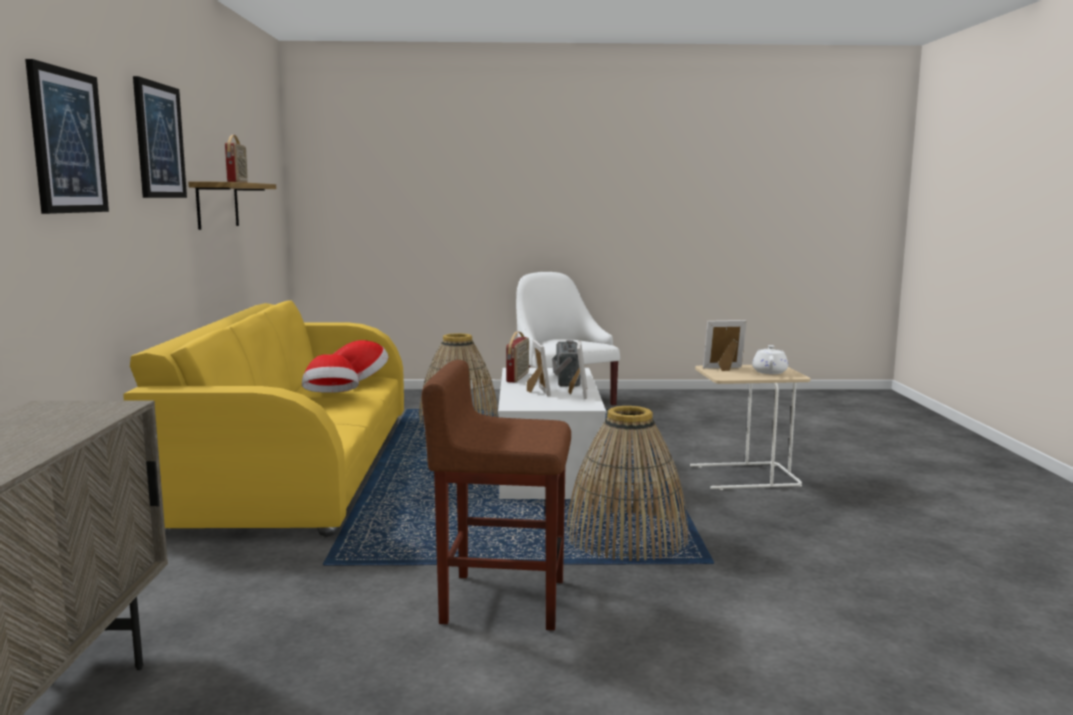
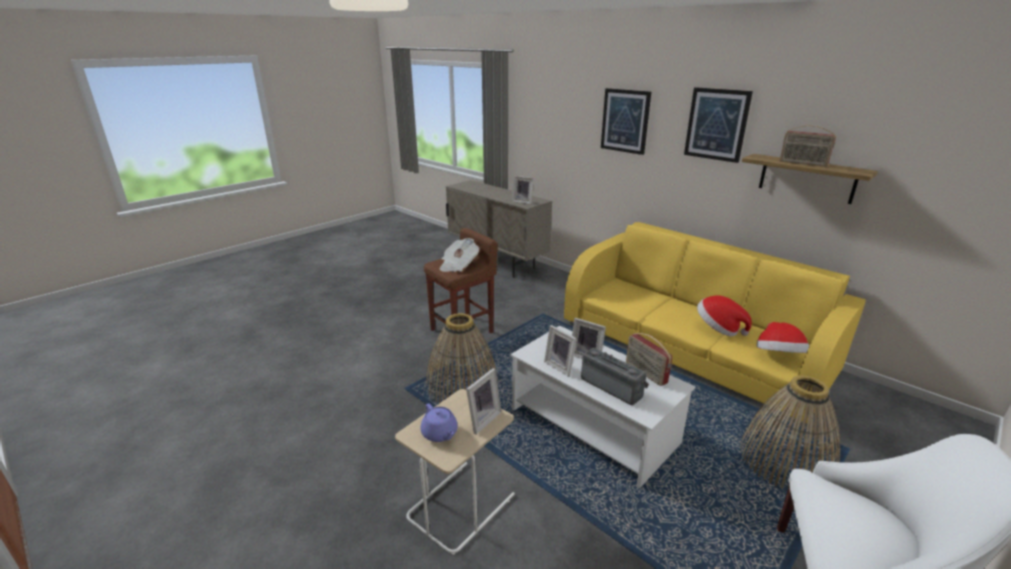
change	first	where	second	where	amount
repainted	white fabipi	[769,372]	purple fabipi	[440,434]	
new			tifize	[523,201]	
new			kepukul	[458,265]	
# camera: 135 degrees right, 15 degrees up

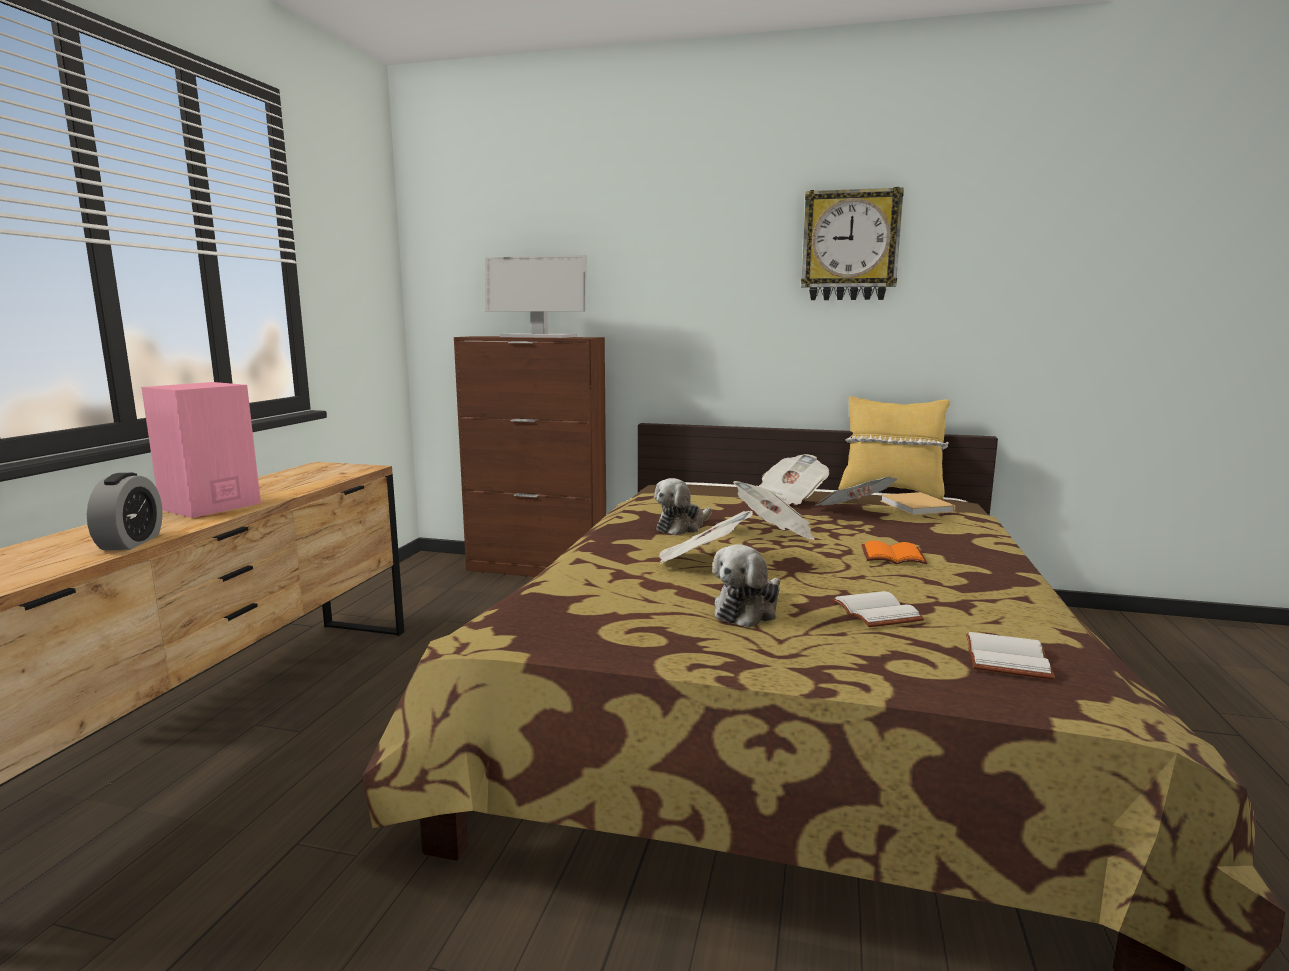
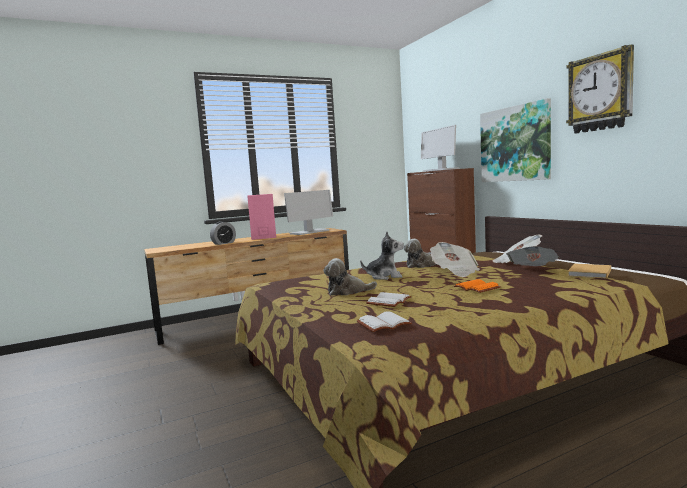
change	first	where	second	where	amount
gone	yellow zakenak	[890,491]			
swapped	kepukul	[701,562]	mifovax	[385,276]	
new			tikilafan	[515,144]	
new			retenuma	[309,232]	
# camera: 50 degrees right, 5 degrees down

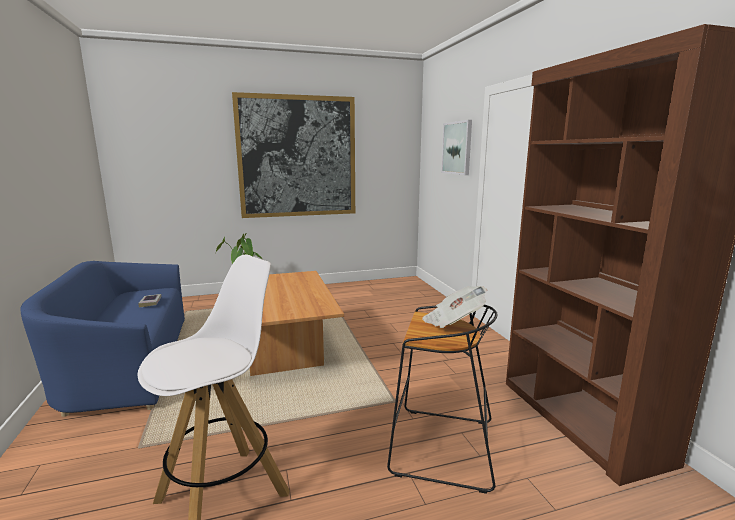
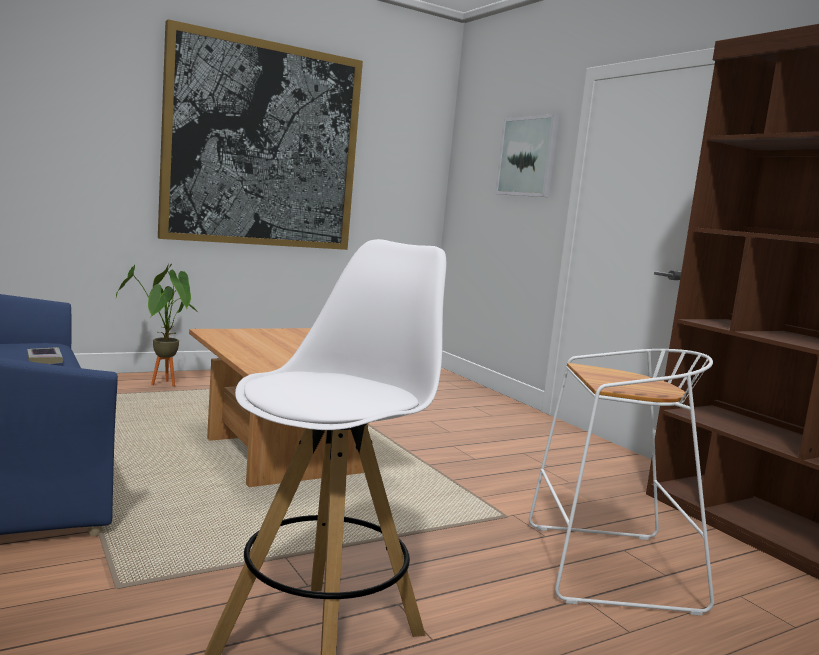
change	first	where	second	where	amount
gone	kepukul	[453,321]			
repainted	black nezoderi	[440,447]	white nezoderi	[606,568]	
# camera: 15 degrees left, 5 degrees down

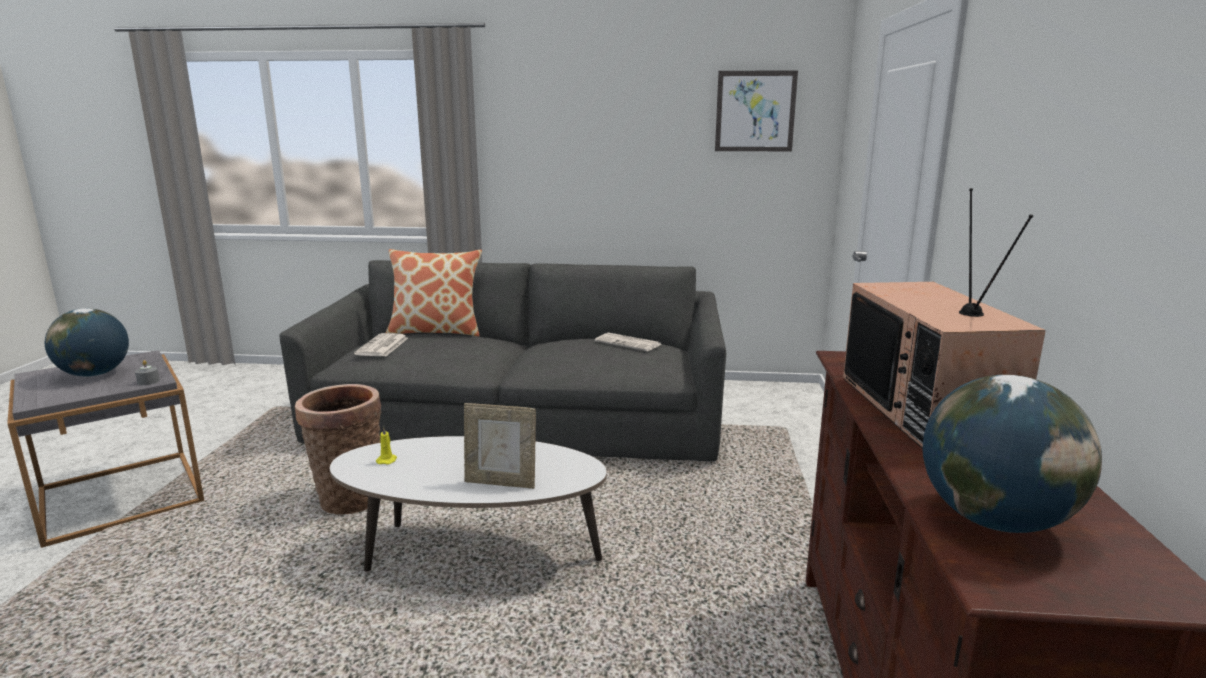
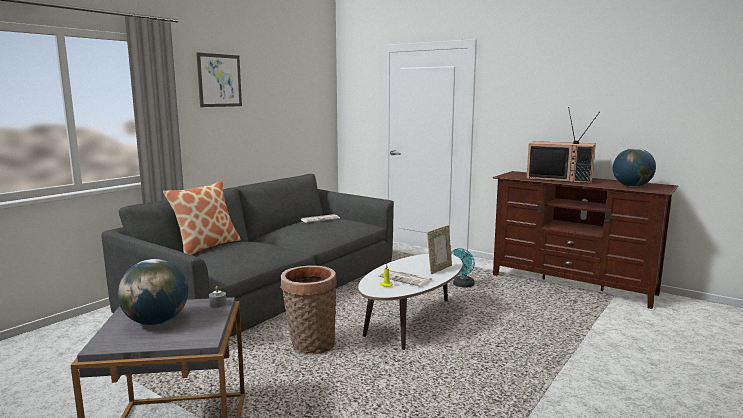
change	first	where	second	where	amount
shifted	tikilafan	[755,111]		[219,80]	
shifted	kepukul	[382,346]		[406,278]	
new			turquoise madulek	[462,285]	
# camera: 60 degrees left, 5 degrees down

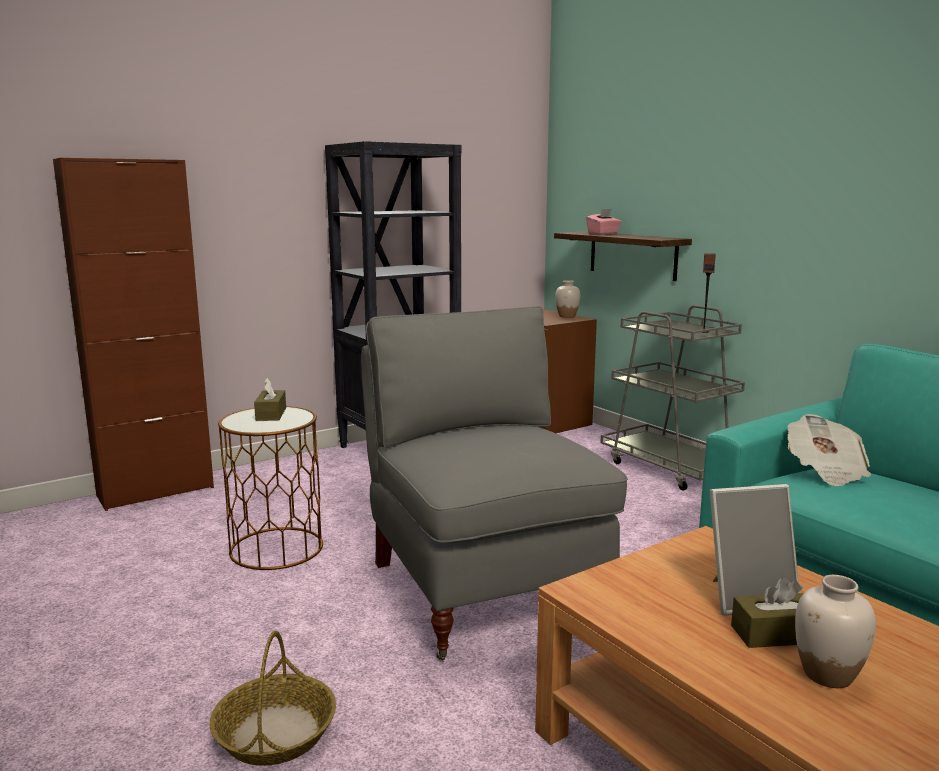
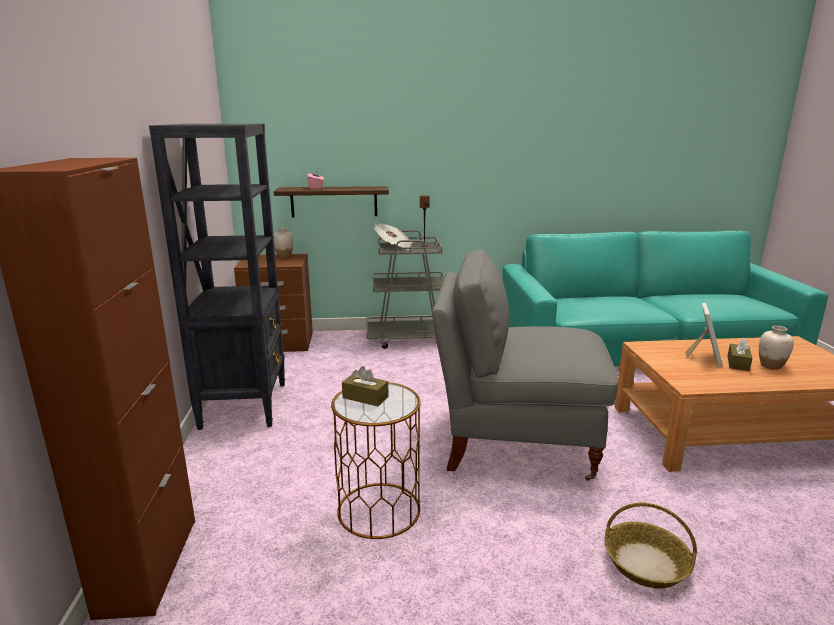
change	first	where	second	where	amount
shifted	kepukul	[825,471]		[393,246]	
# camera: 60 degrees left, 5 degrees up

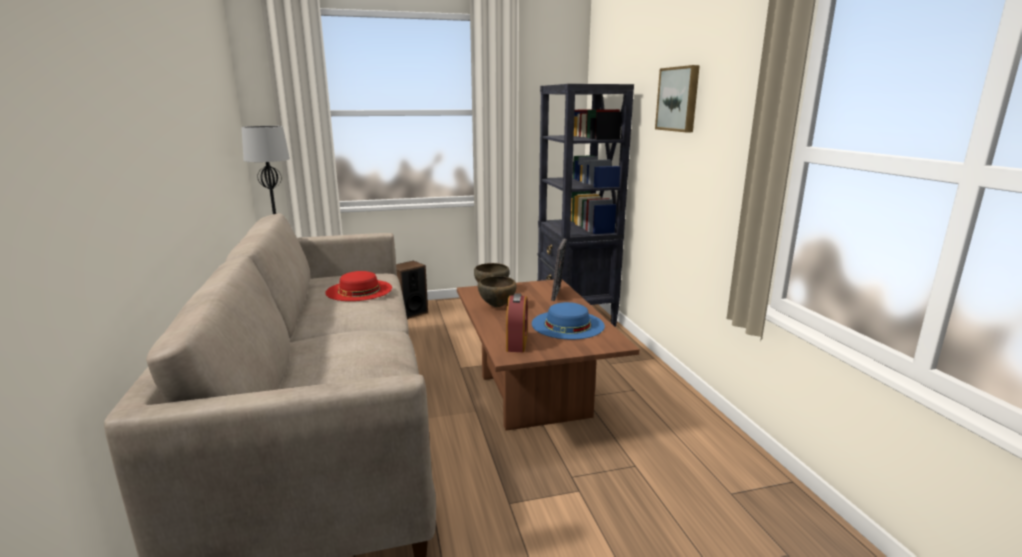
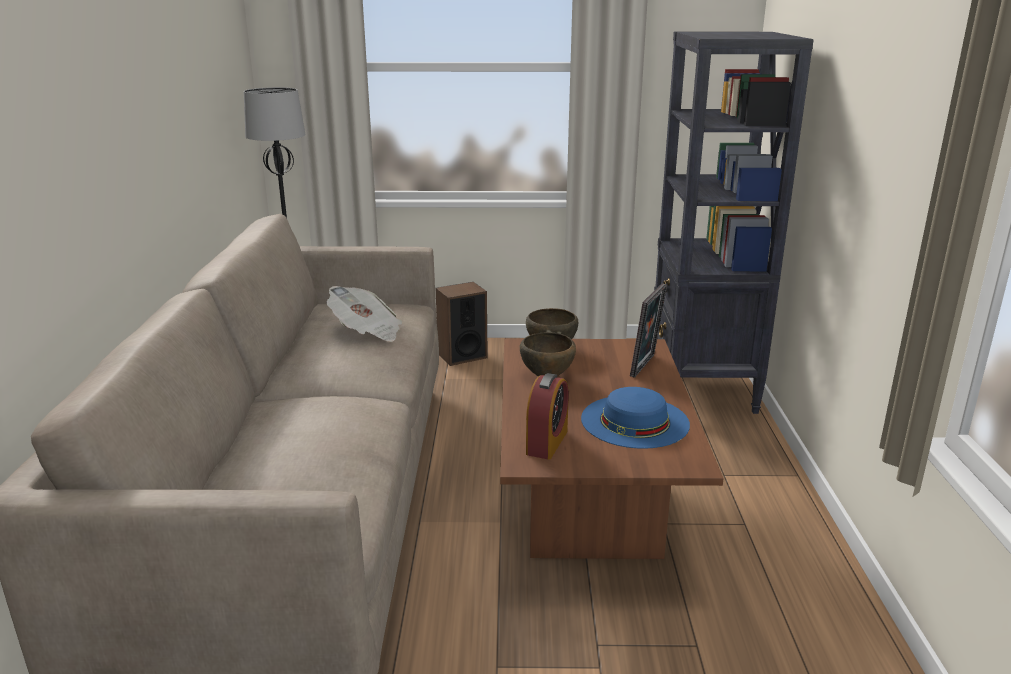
change	first	where	second	where	amount
gone	tikilafan	[679,99]			
swapped	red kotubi	[359,290]	kepukul	[367,332]	
# camera: 15 degrees right, 5 degrees up

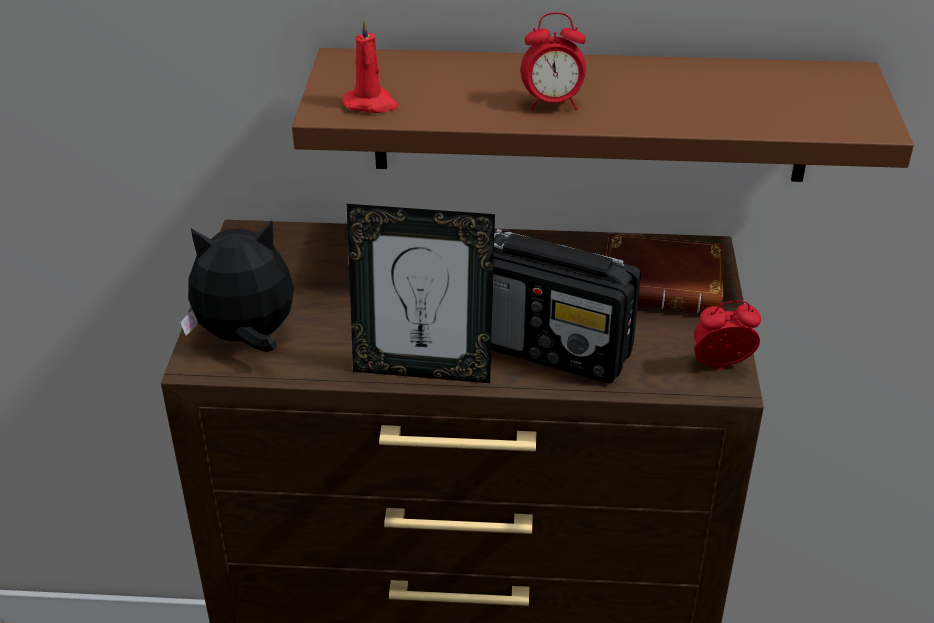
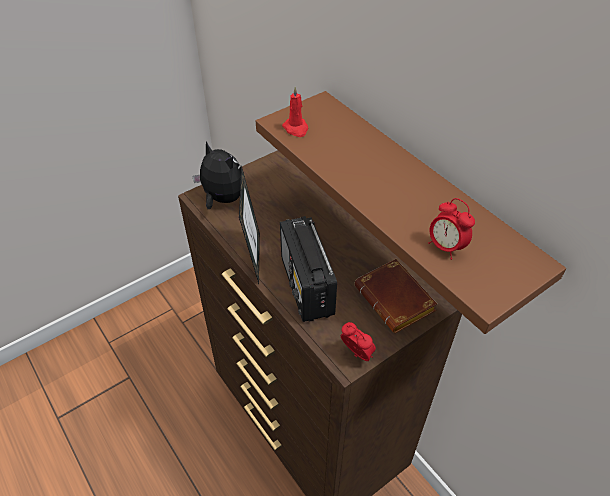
change	first	where	second	where	amount
shifted	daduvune	[552,104]		[445,247]	
rotated	tifize	[423,369]		[253,258]	150 degrees counterclockwise
# camera: 50 degrees right, 10 degrees up

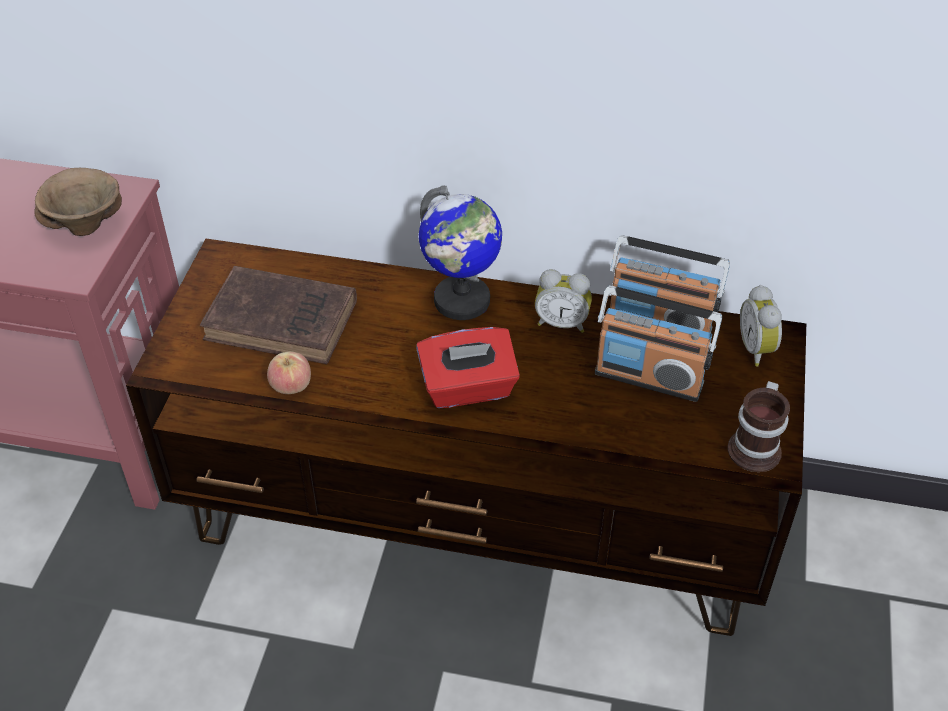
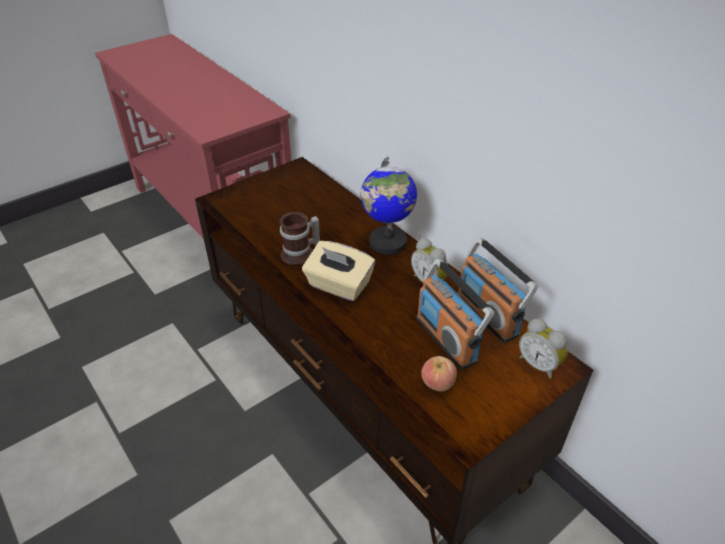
change	first	where	second	where	amount
gone	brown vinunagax	[85,227]			
gone	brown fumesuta	[285,321]			
rotated	daduvune	[758,349]		[539,364]	75 degrees counterclockwise
repainted	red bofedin	[468,388]	beige bofedin	[338,285]	
shifted	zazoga	[291,386]		[437,383]	
shifted	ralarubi	[758,447]		[301,254]	
# camera: 40 degrees right, 5 degrees down

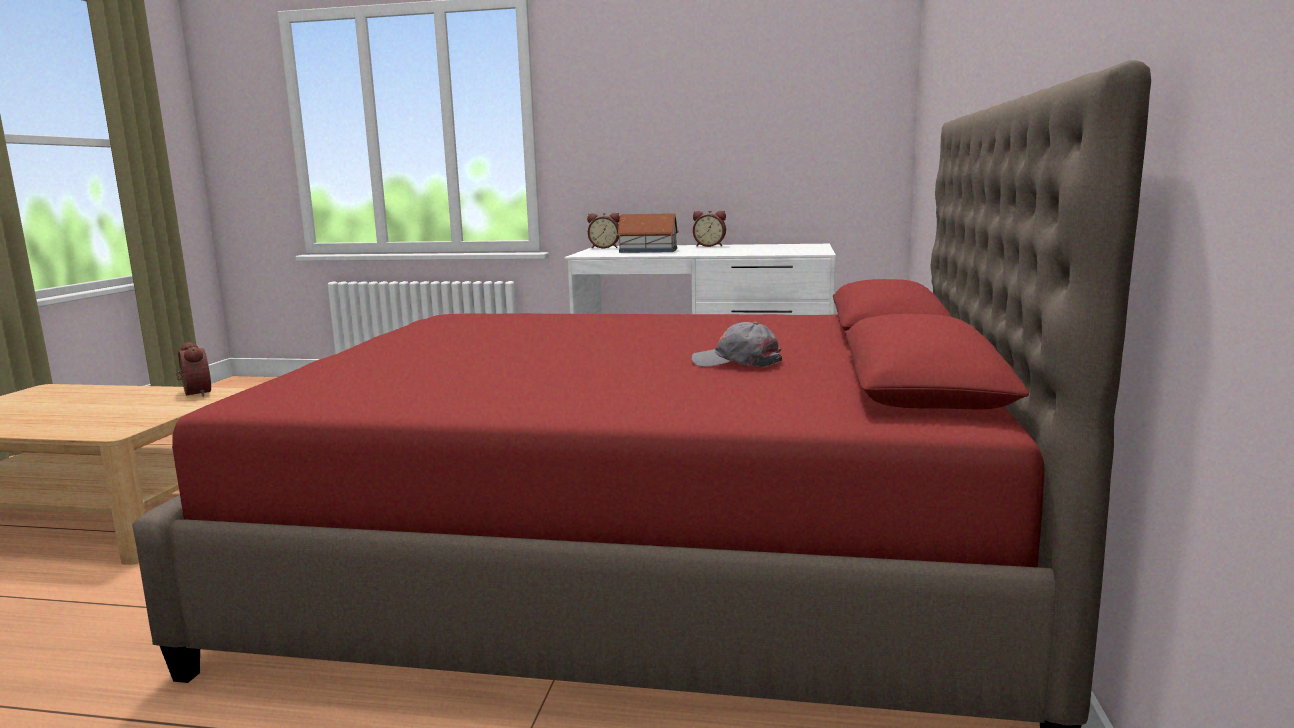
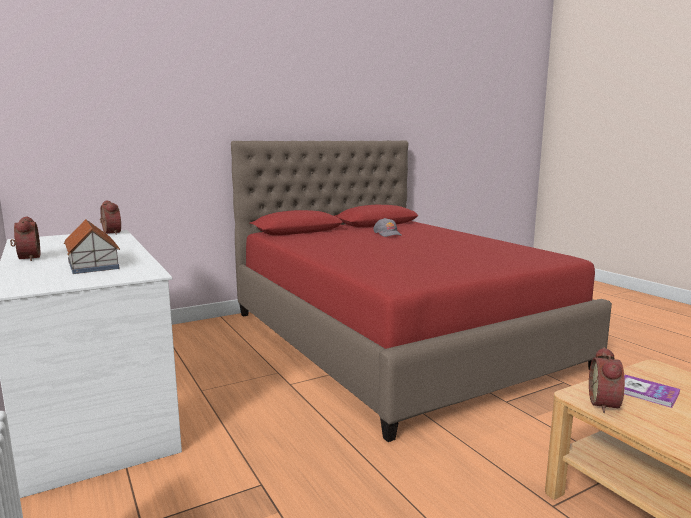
change	first	where	second	where	amount
shifted	daduvune	[605,247]		[110,233]	
new			fumesuta	[646,392]	
# camera: 130 degrees left, 0 degrees up

